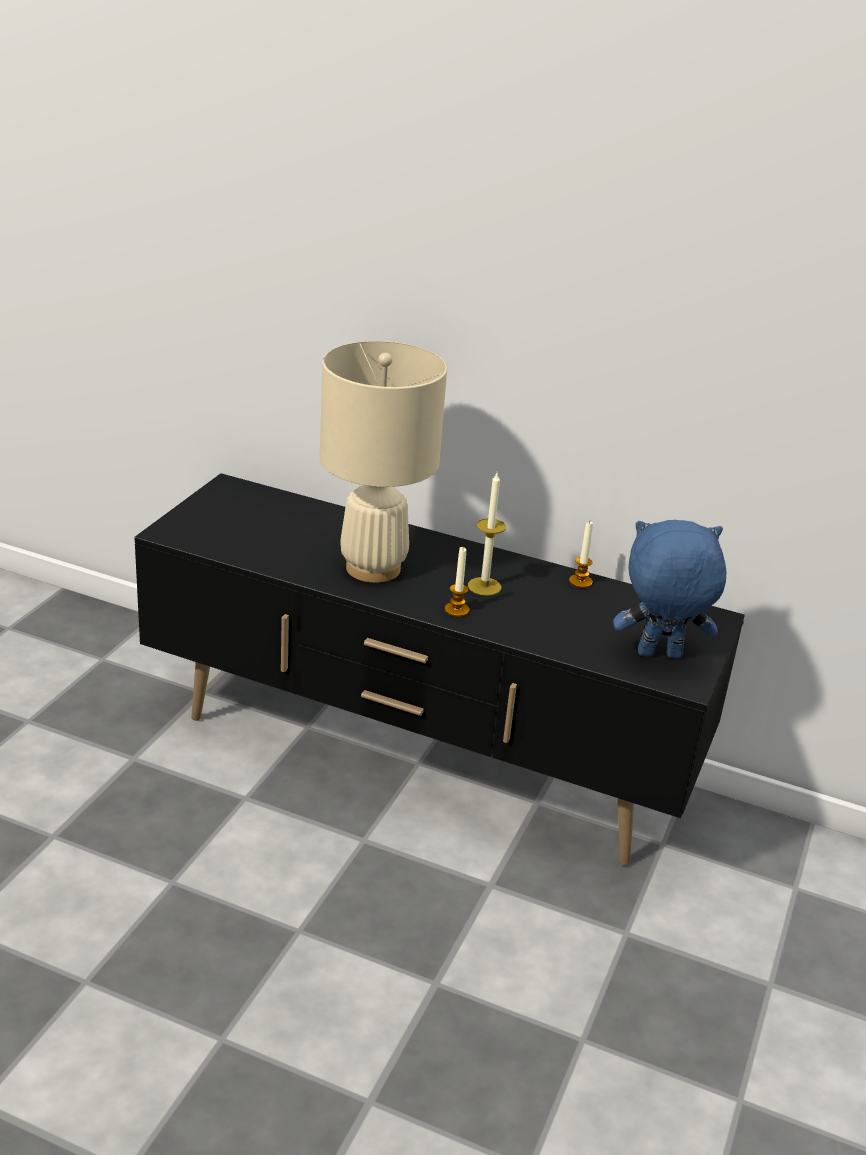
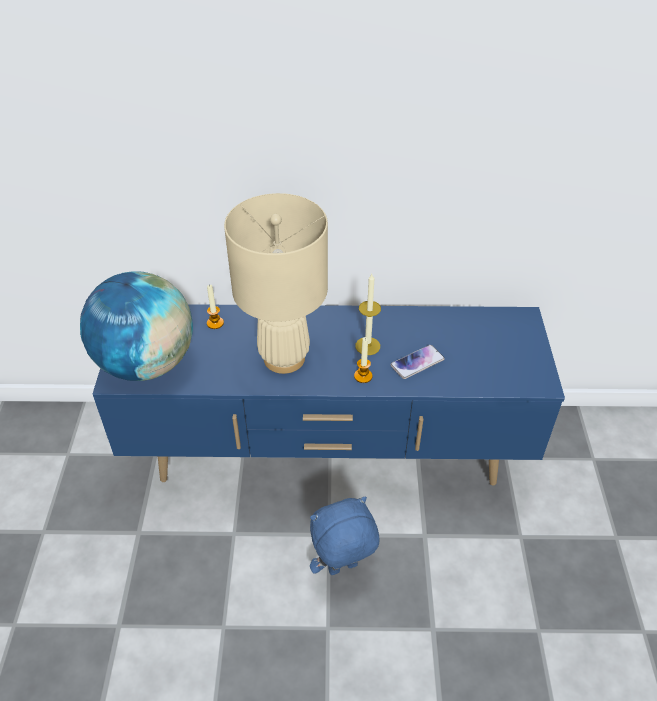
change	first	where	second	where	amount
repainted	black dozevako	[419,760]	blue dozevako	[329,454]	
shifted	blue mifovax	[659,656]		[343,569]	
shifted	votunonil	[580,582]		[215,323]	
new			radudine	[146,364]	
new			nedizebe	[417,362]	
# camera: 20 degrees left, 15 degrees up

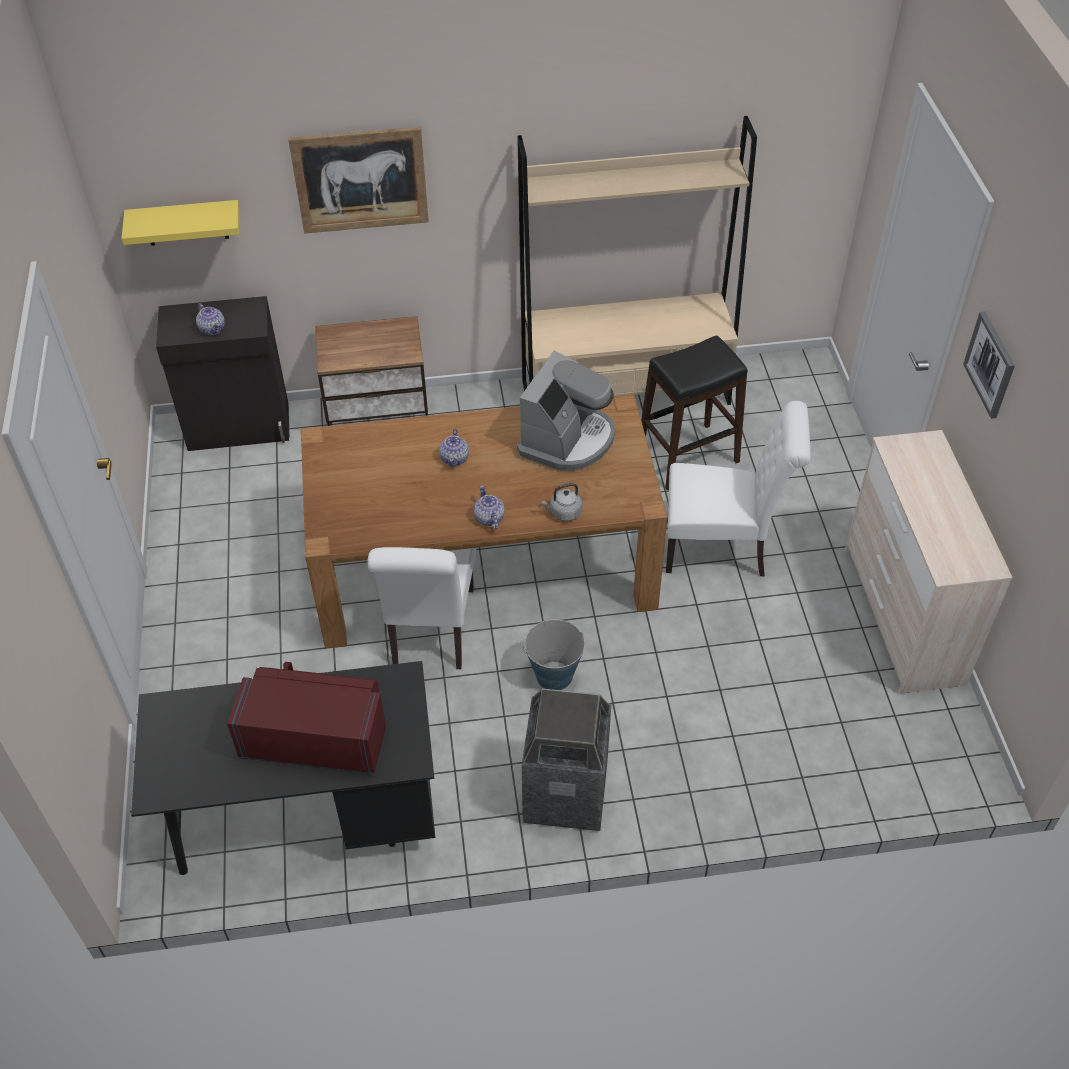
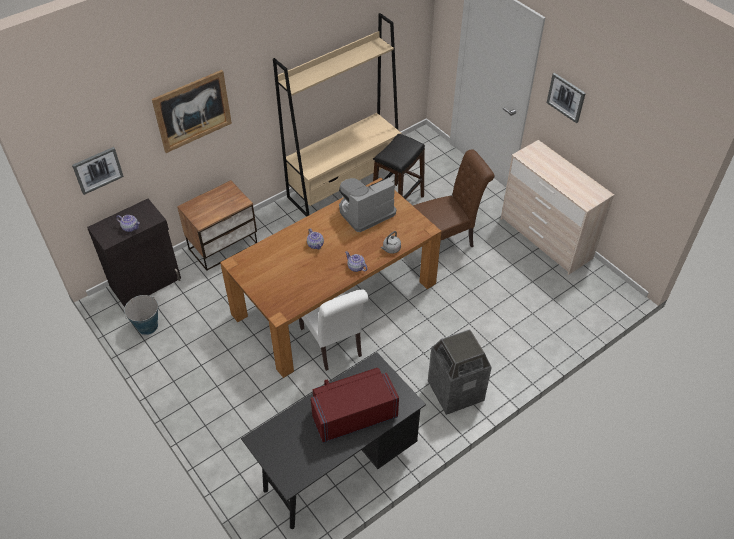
change	first	where	second	where	amount
swapped	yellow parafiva	[185,223]	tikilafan	[97,170]	
rotated	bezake	[567,440]		[365,212]	120 degrees counterclockwise
repainted	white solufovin	[723,549]	brown solufovin	[445,241]	
shifted	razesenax	[554,675]		[147,326]	
# camera: 30 degrees left, 0 degrees up

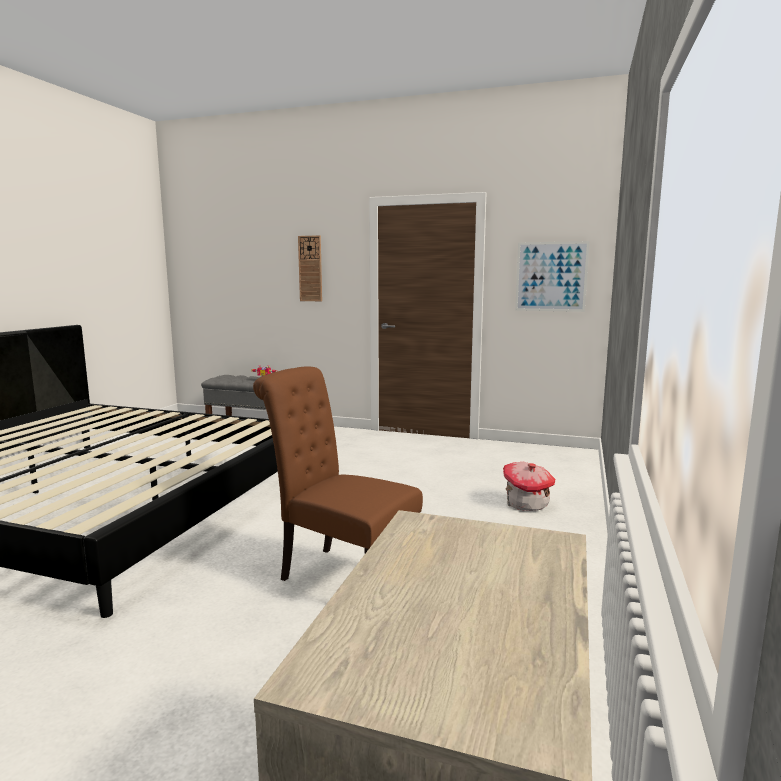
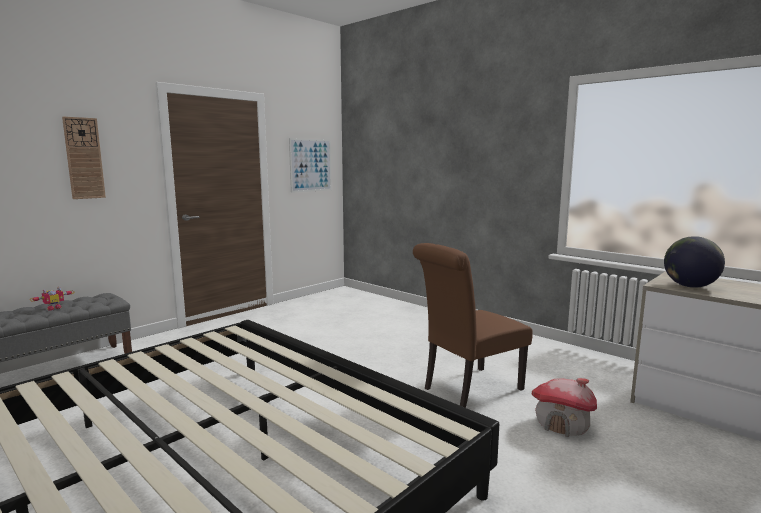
change	first	where	second	where	amount
shifted	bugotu	[526,504]		[563,424]	
new			radudine	[690,286]	
# camera: 65 degrees left, 0 degrees up

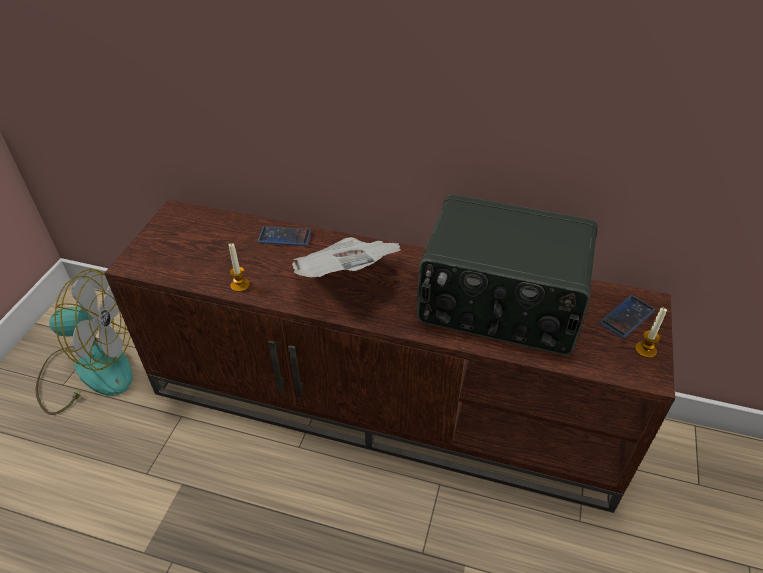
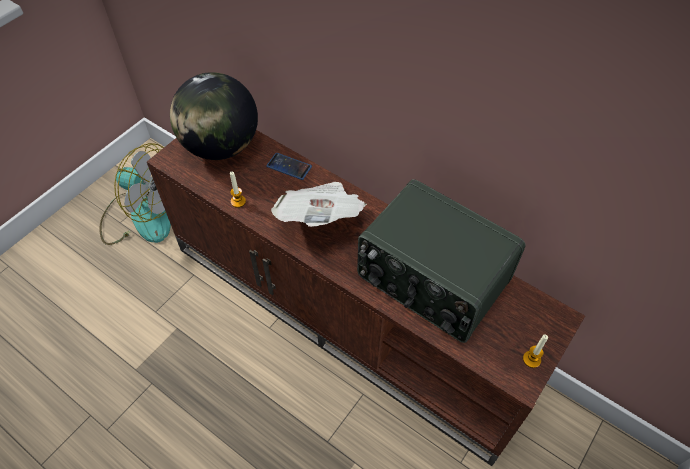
change	first	where	second	where	amount
gone	nedizebe	[627,317]			
new			radudine	[221,146]	
# camera: 20 degrees right, 10 degrees up

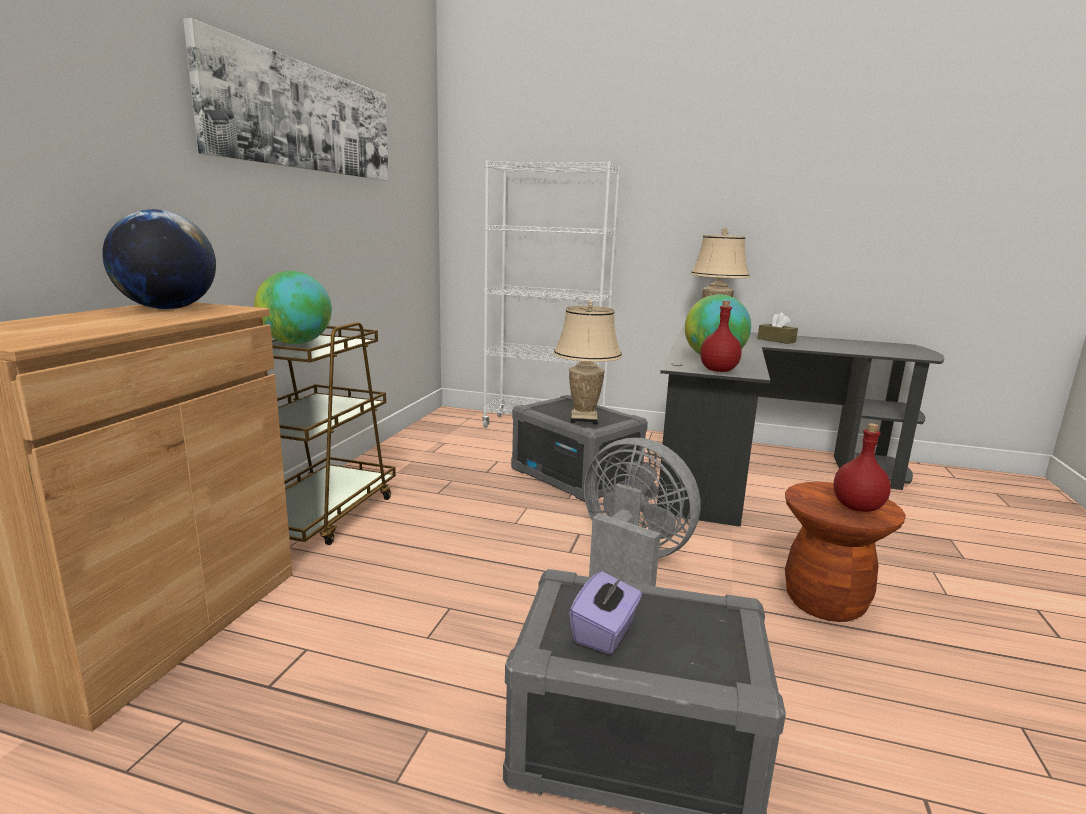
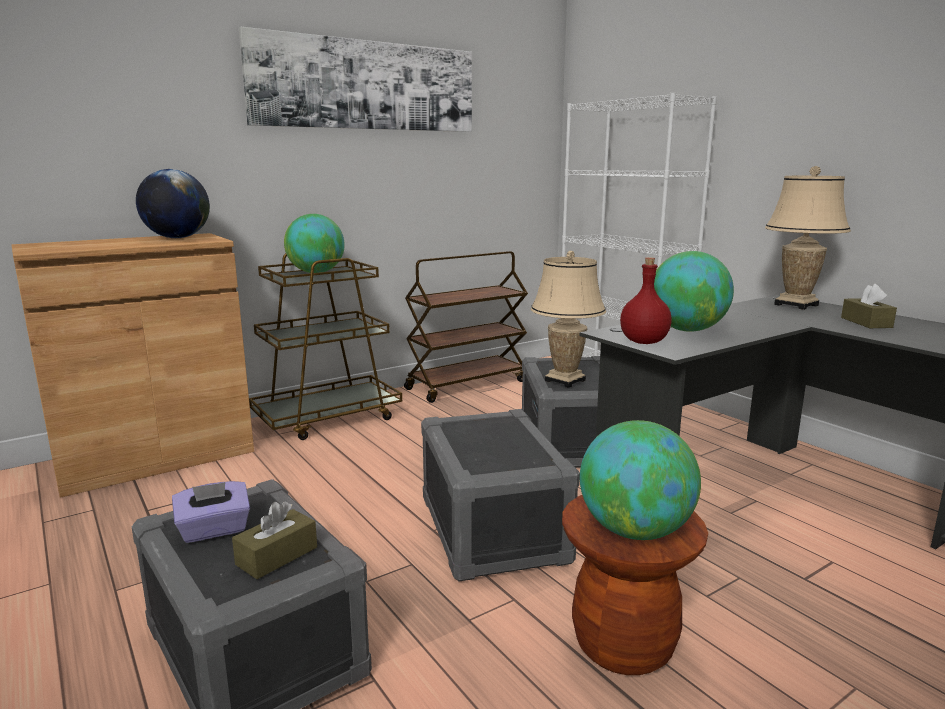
change	first	where	second	where	amount
swapped	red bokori	[857,508]	radudine	[634,531]	
swapped	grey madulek	[631,561]	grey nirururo	[491,529]	
new			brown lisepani	[467,384]	
new			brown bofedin	[277,556]	
# camera: 40 degrees right, 0 degrees up

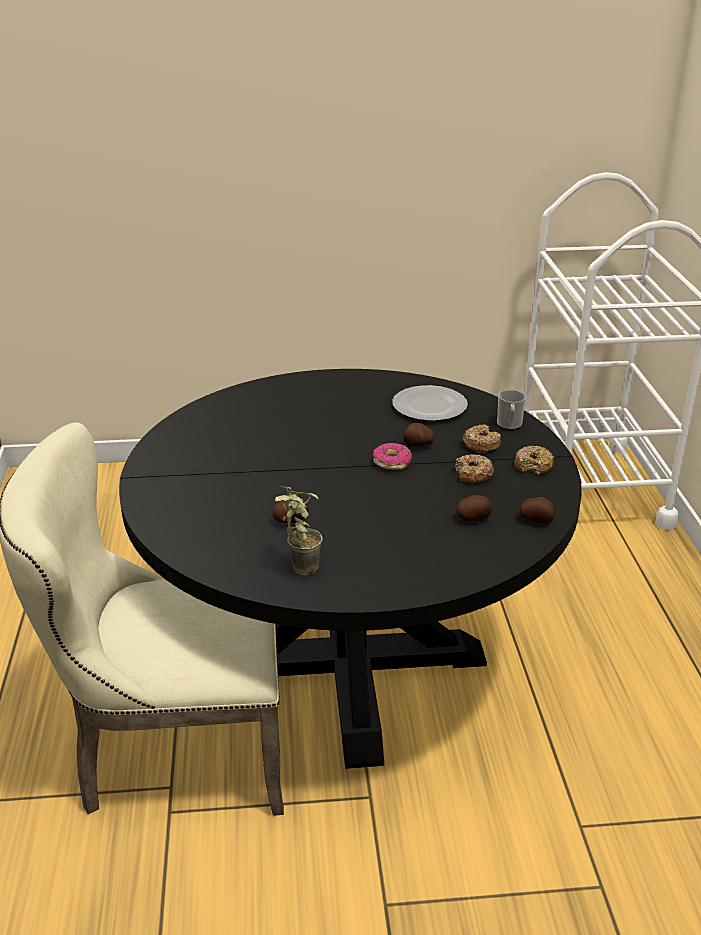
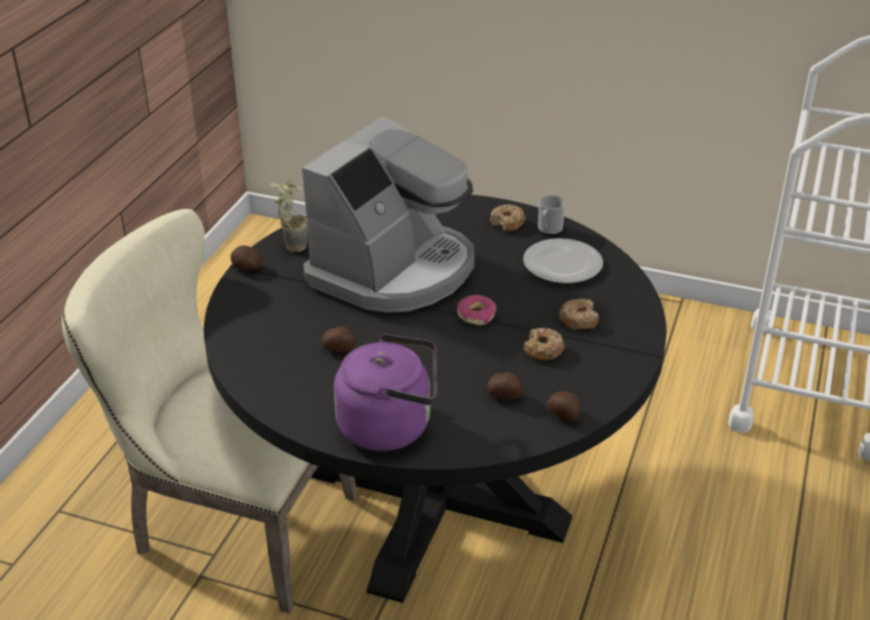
change	first	where	second	where	amount
shifted	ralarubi	[509,426]		[549,230]	
shifted	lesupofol	[418,445]		[247,268]	
shifted	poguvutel	[533,466]		[507,223]	
shifted	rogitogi	[297,567]		[291,244]	
new			bezake	[394,270]	
new			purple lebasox	[390,426]	
# camera: 25 degrees right, 5 degrees up

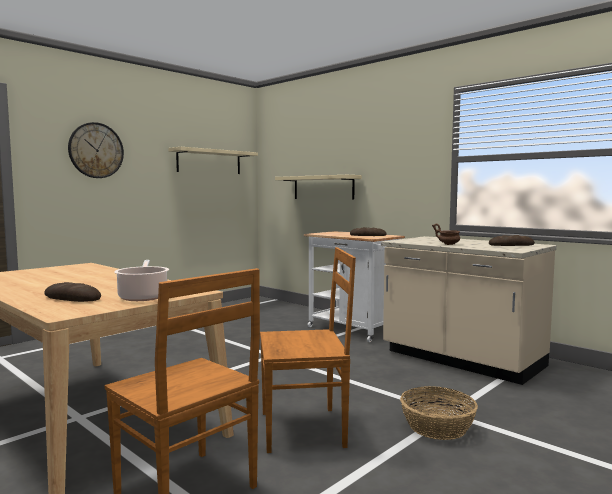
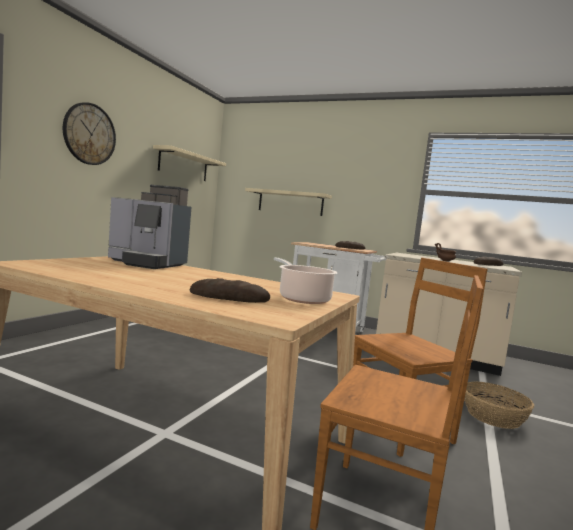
change	first	where	second	where	amount
new			bezake	[148,263]	
# camera: 20 degrees left, 0 degrees up

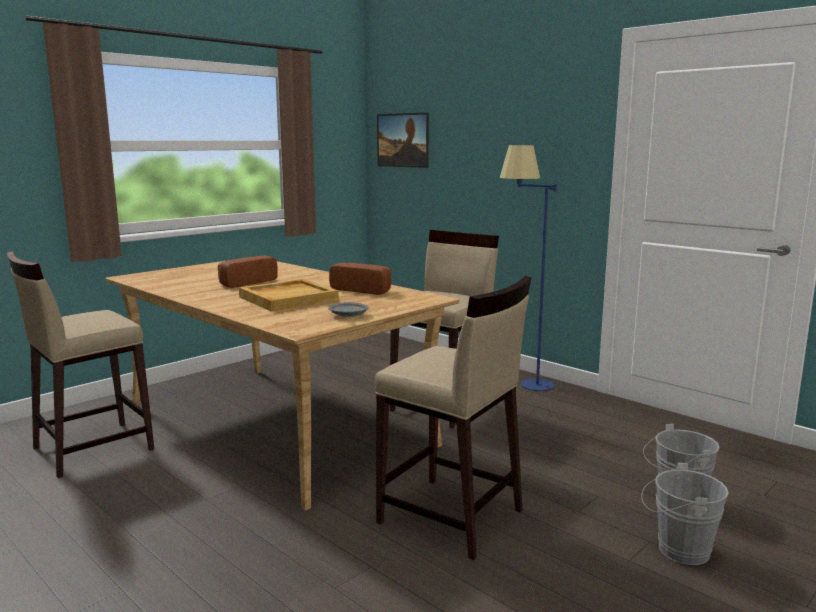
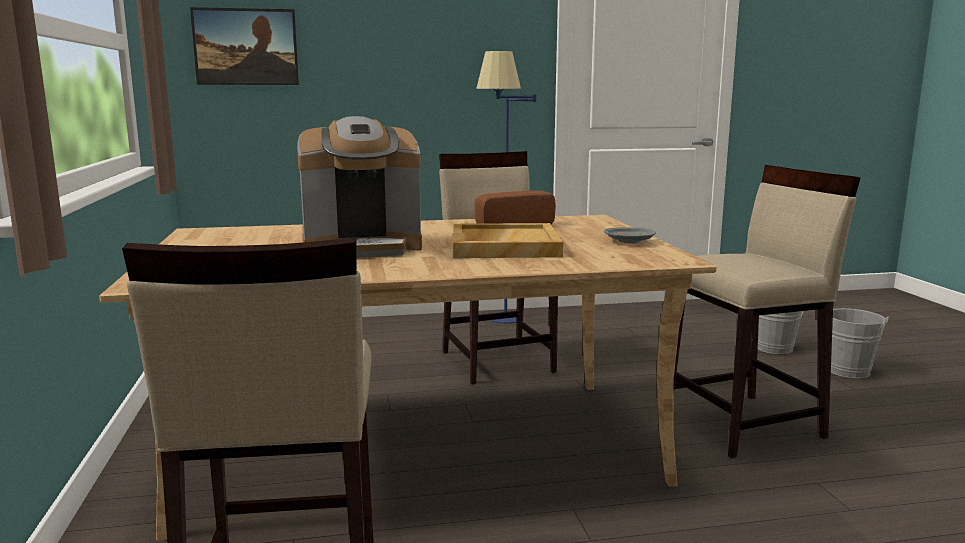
change	first	where	second	where	amount
swapped	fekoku	[245,282]	bezake	[363,247]	
# camera: 55 degrees left, 0 degrees up

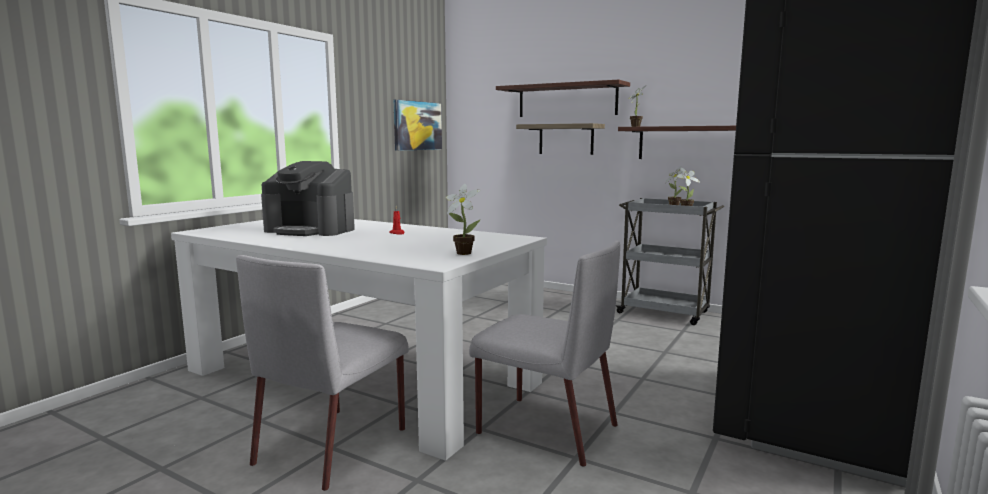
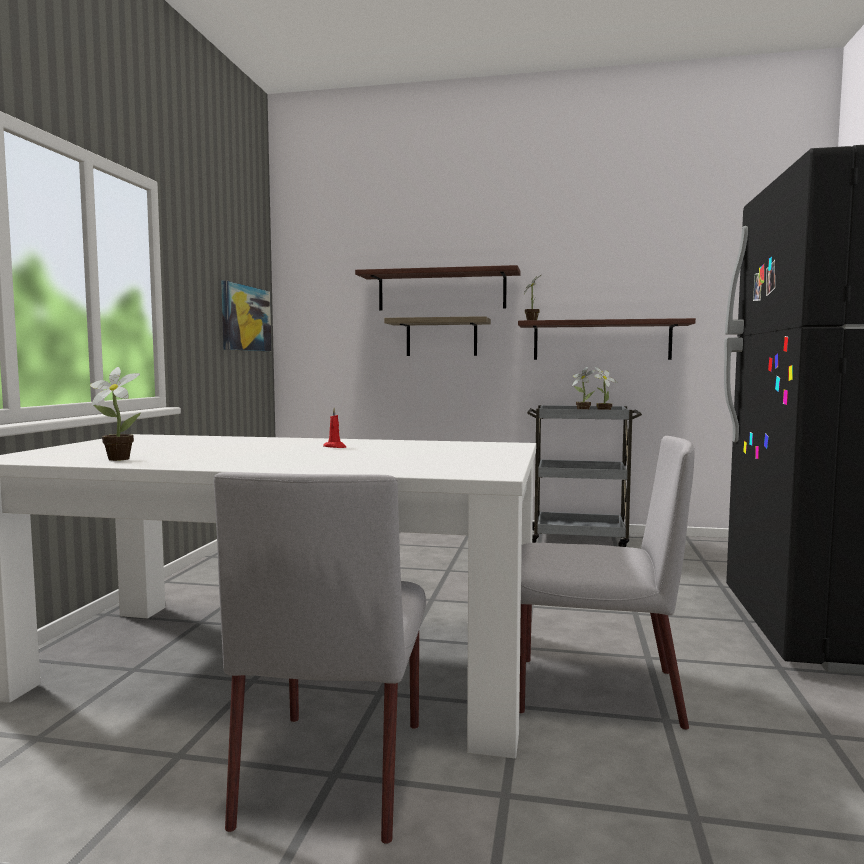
change	first	where	second	where	amount
gone	bezake	[311,230]			
shifted	rogitogi	[462,253]		[116,459]	
# camera: 20 degrees left, 5 degrees down

